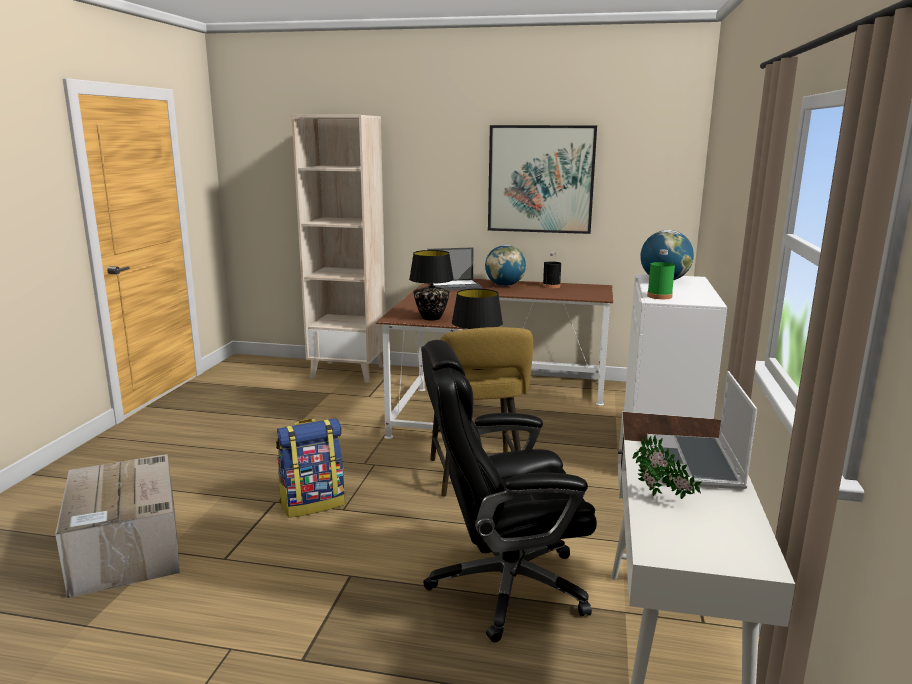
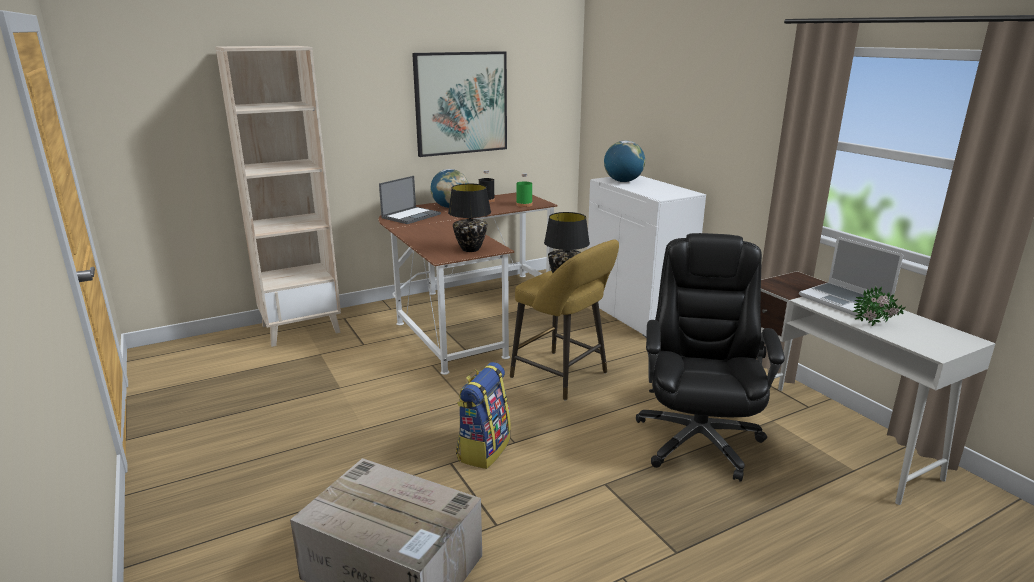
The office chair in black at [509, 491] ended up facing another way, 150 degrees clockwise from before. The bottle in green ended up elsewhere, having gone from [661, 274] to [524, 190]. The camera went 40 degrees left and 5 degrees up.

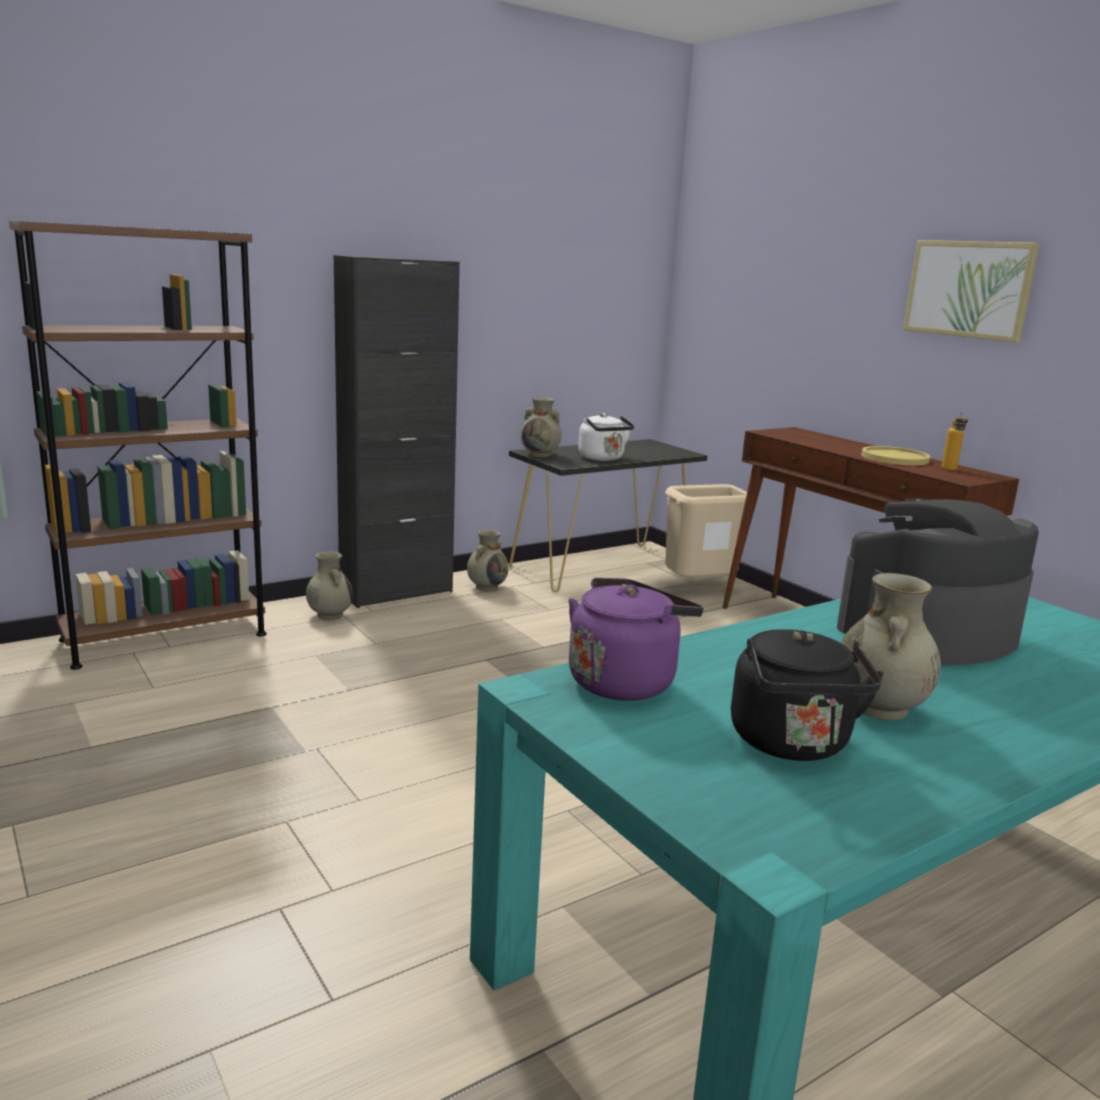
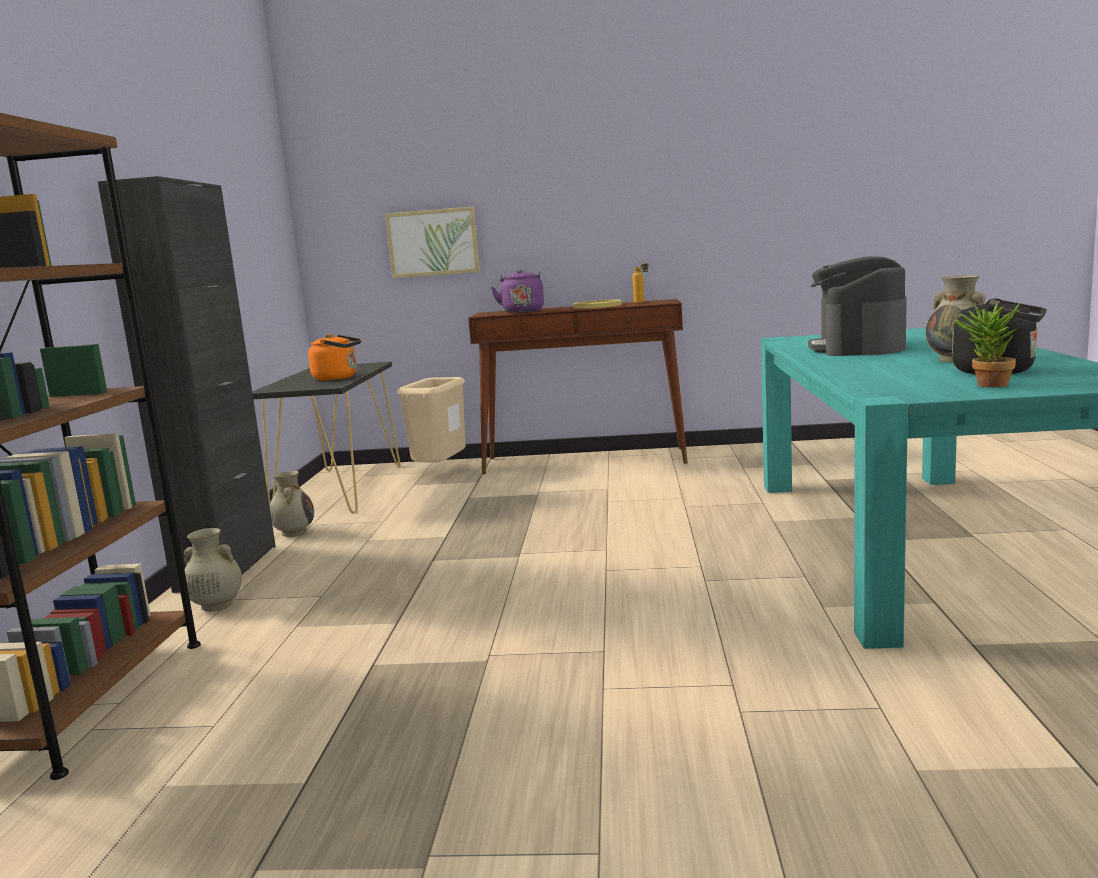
The second view lost the vase in beige at [541, 427]. The kettle in purple ended up elsewhere, having gone from [635, 639] to [517, 291]. What was the kettle in white at [606, 437] turned into the kettle in orange at [334, 357]. The picture ended up elsewhere, having gone from [971, 291] to [432, 242]. The second view gained the potted plant at [986, 345]. The camera went 50 degrees left and 5 degrees down.

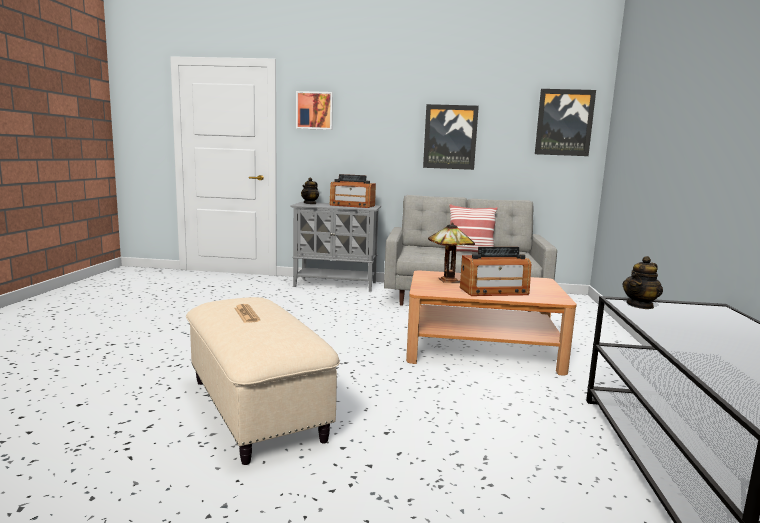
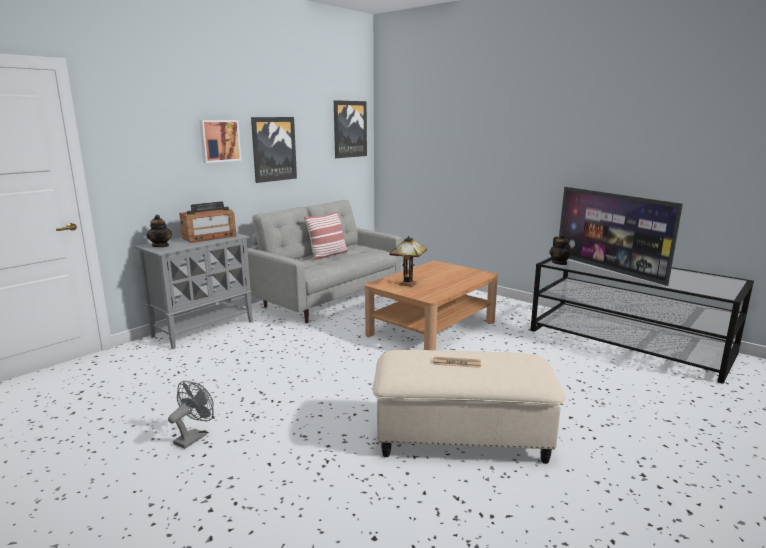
The picture ended up elsewhere, having gone from [314, 110] to [220, 141]. The second view lost the radio at [495, 271]. The second view gained the fan in grey at [191, 415]. The second view gained the television at [621, 236]. The camera went 55 degrees left and 5 degrees up.

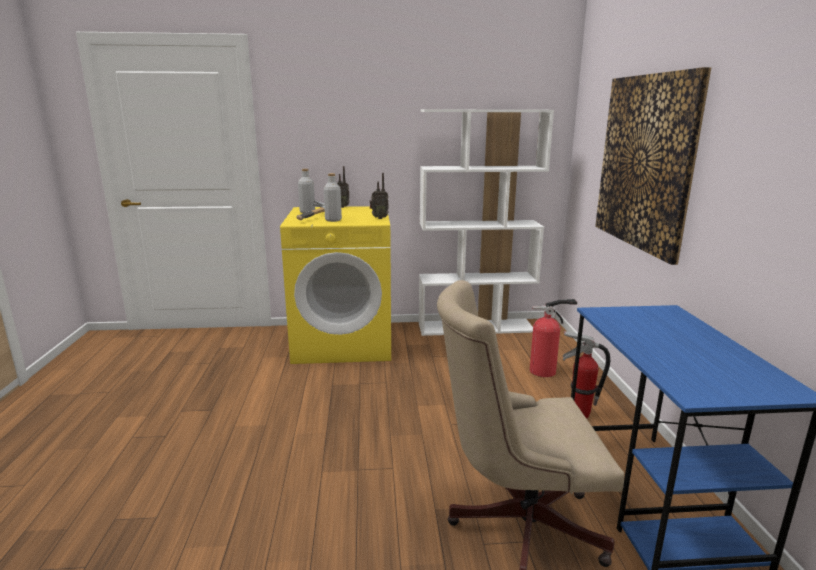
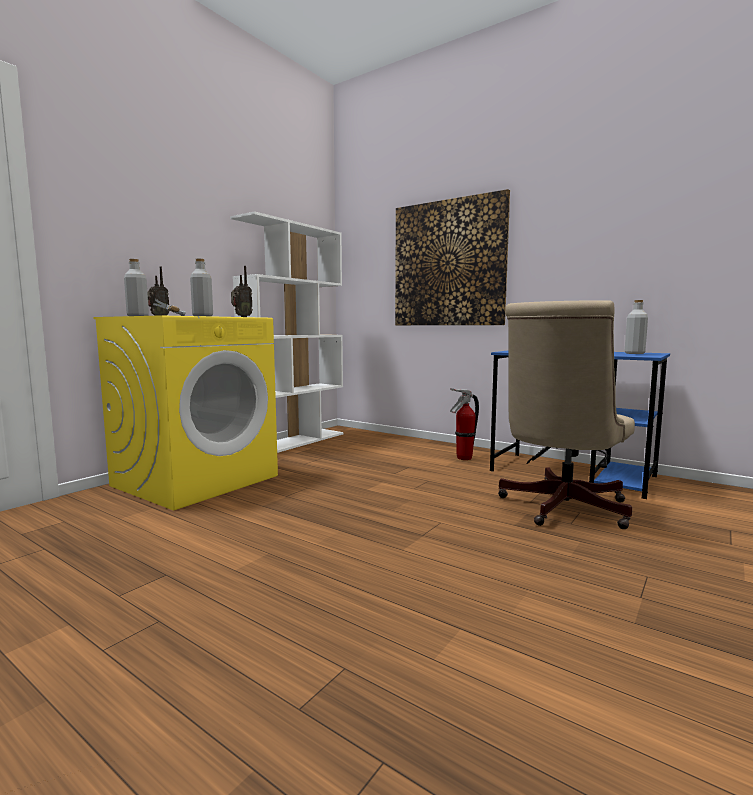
The second view lost the fire extinguisher at [553, 338]. The second view gained the bottle in grey at [636, 327]. The camera went 50 degrees left and 10 degrees down.

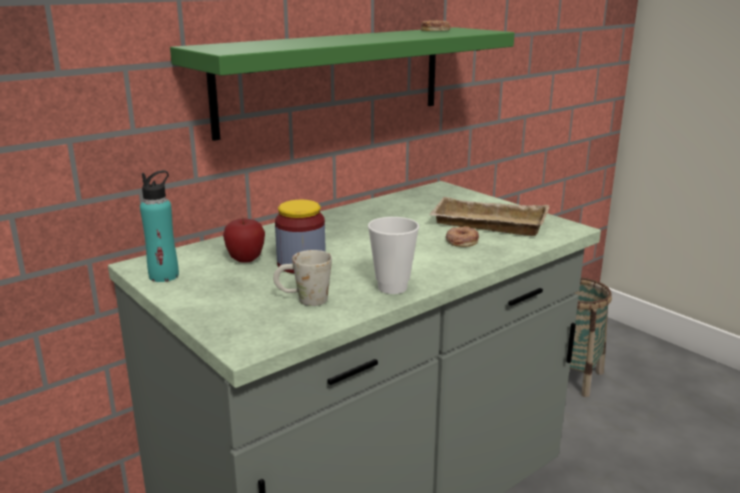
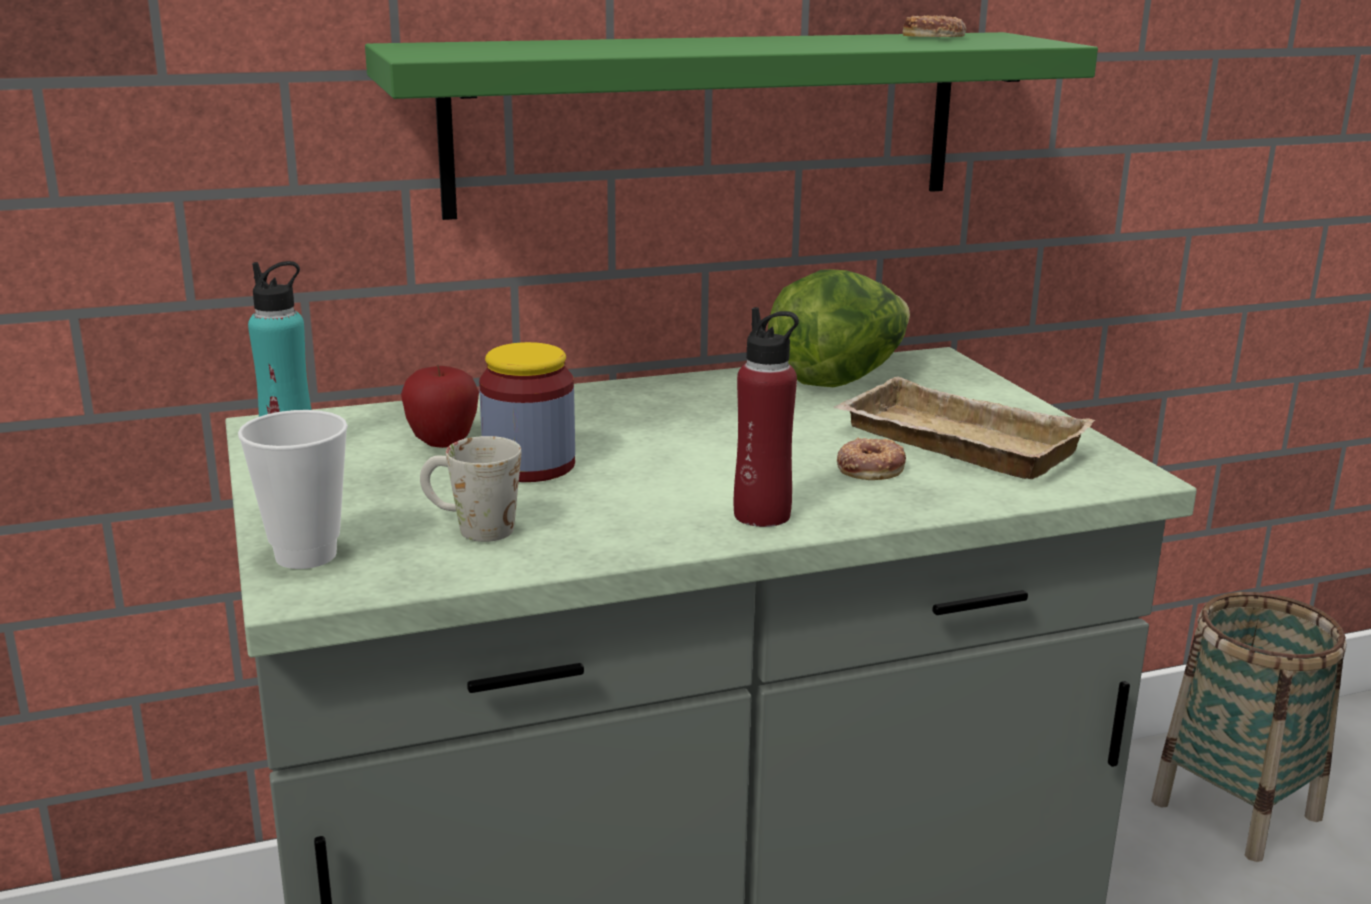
The cup ended up elsewhere, having gone from [393, 255] to [293, 489]. The second view gained the bottle in red at [766, 417]. The second view gained the lettuce at [839, 328]. The camera went 20 degrees right and 0 degrees up.

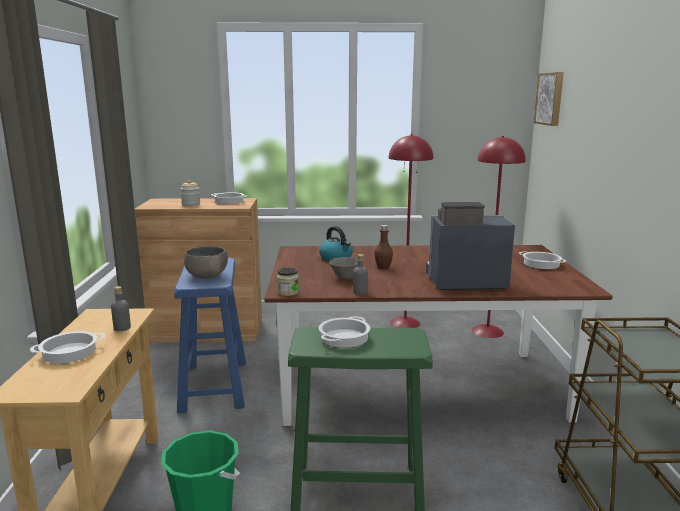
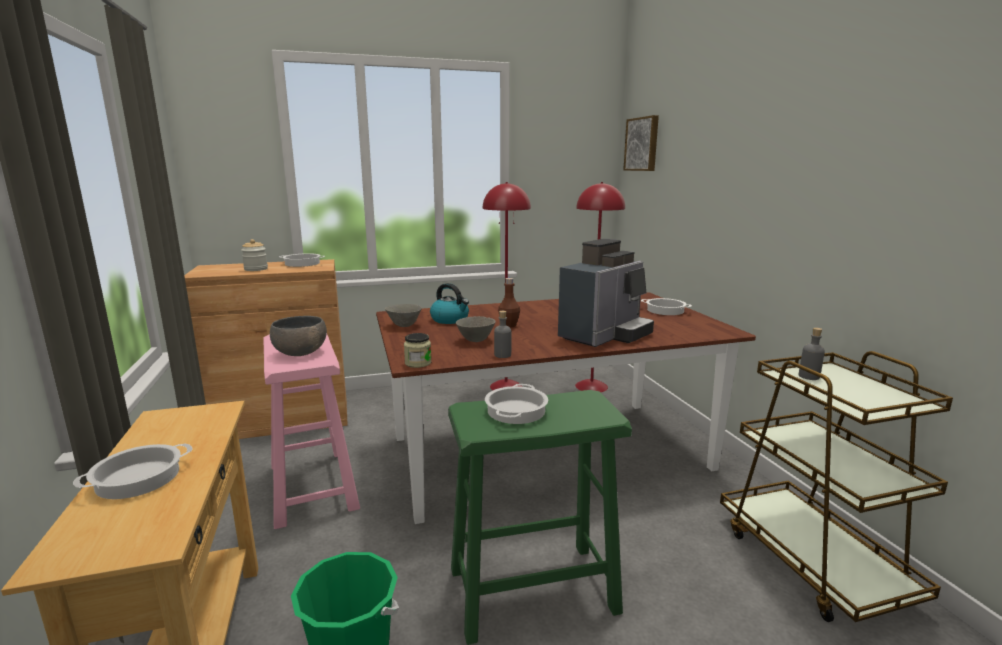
The bottle in grey ended up elsewhere, having gone from [121, 308] to [812, 354]. What was the stool in blue at [210, 335] turned into the stool in pink at [311, 432]. The coffee machine at [470, 246] ended up facing another way, 150 degrees clockwise from before. The second view gained the bowl in grey at [403, 315]. The camera went 15 degrees left and 0 degrees up.

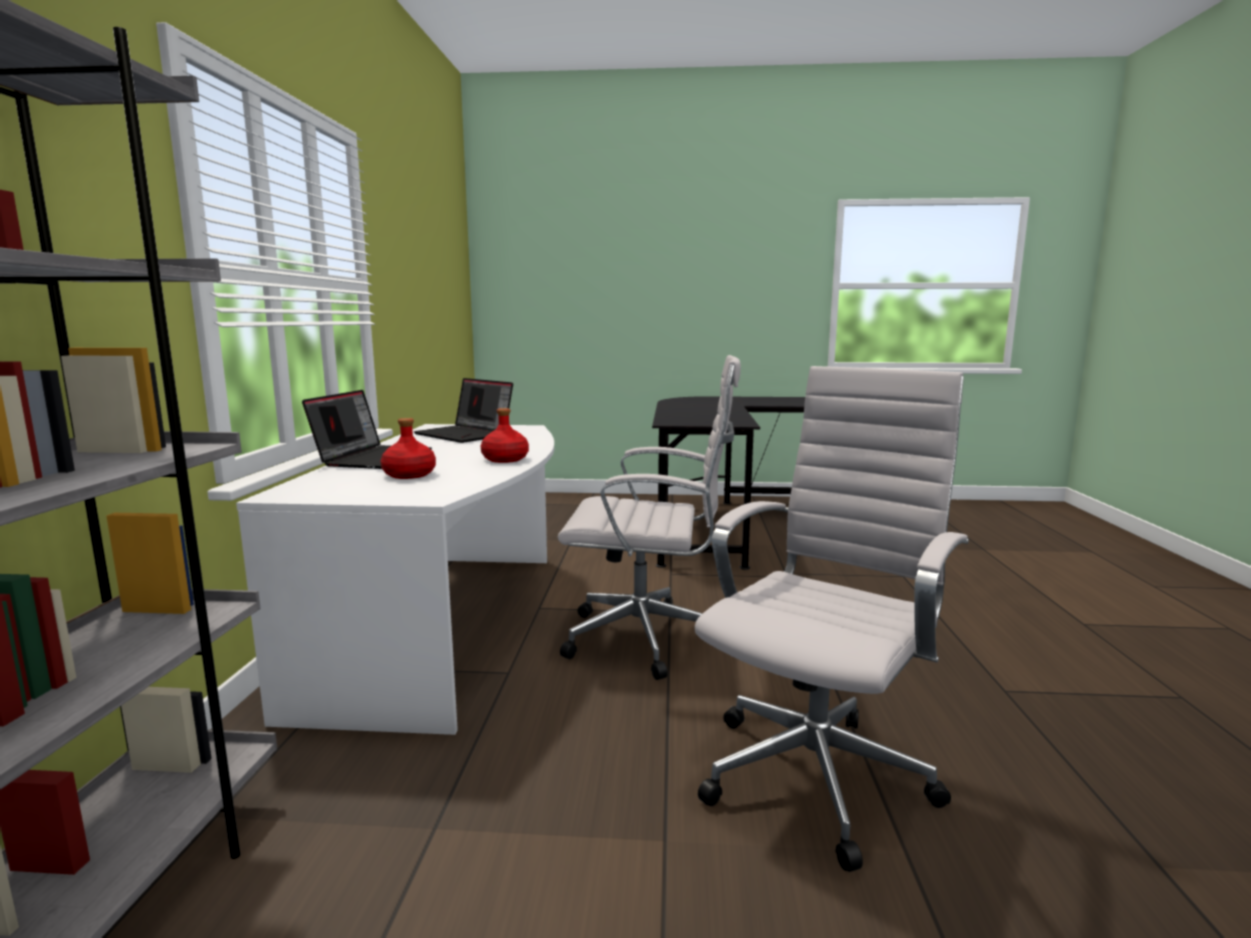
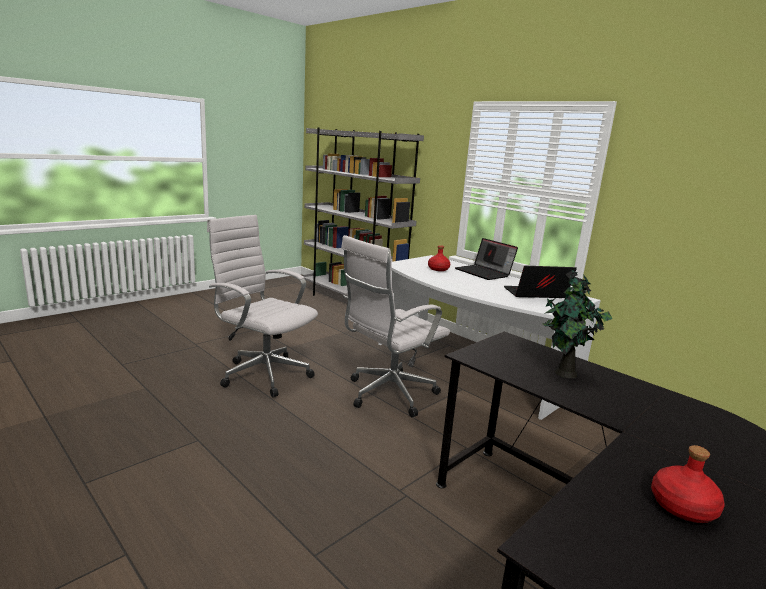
The bottle in red ended up elsewhere, having gone from [505, 435] to [687, 484]. The office chair in white at [832, 619] ended up facing another way, 135 degrees clockwise from before. The second view gained the potted plant at [577, 324]. The camera went 130 degrees right and 5 degrees up.

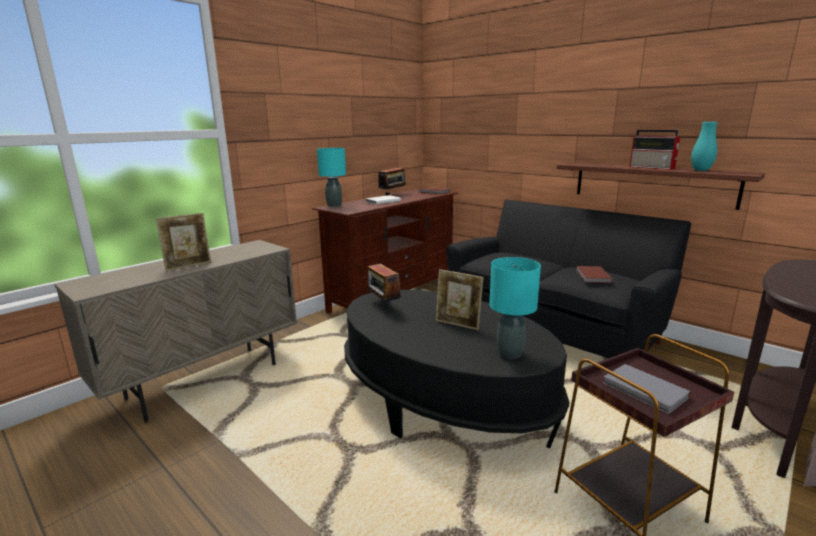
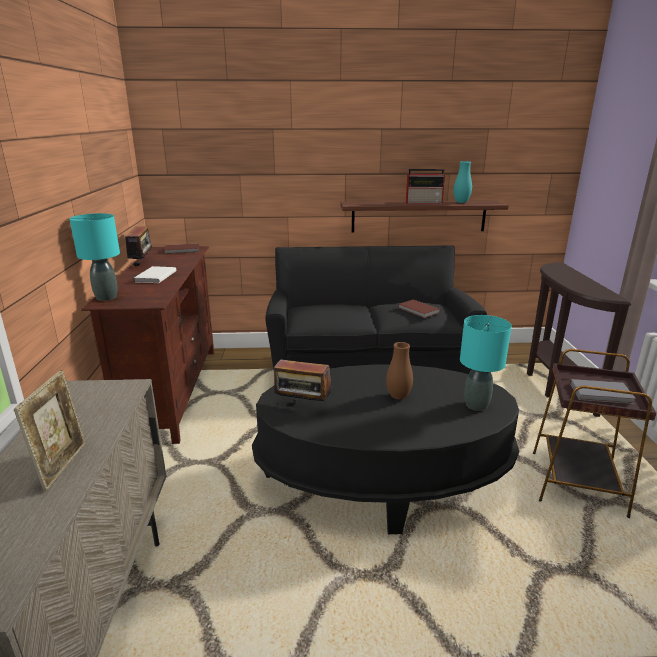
Where the picture frame stood at [459, 299], the vase in brown came to stand at [399, 370]. The camera went 45 degrees left and 5 degrees up.

